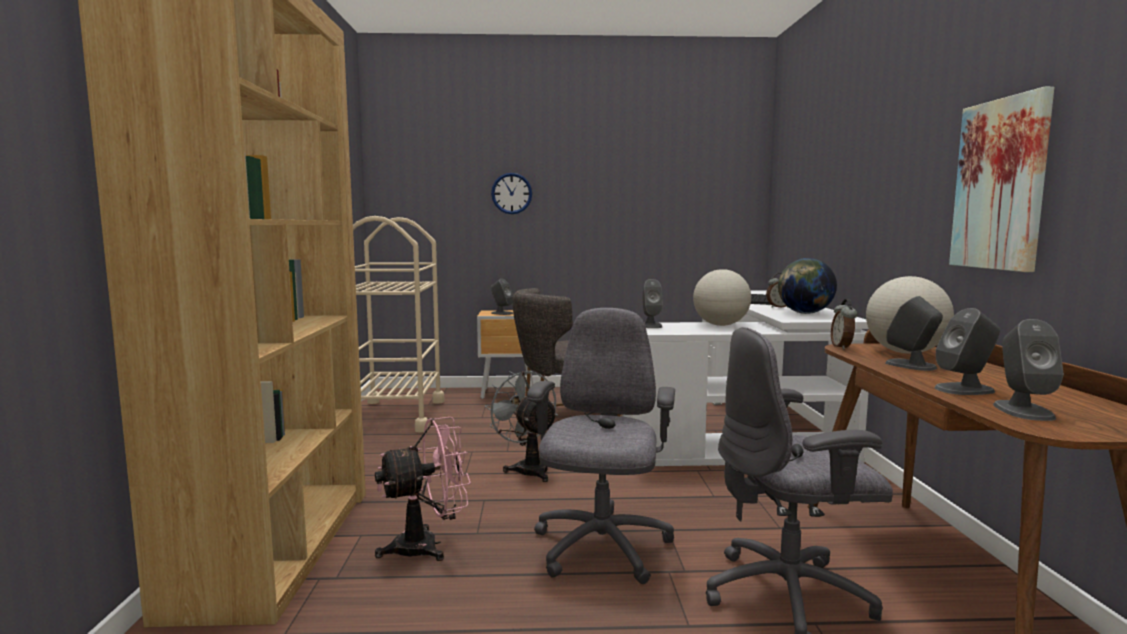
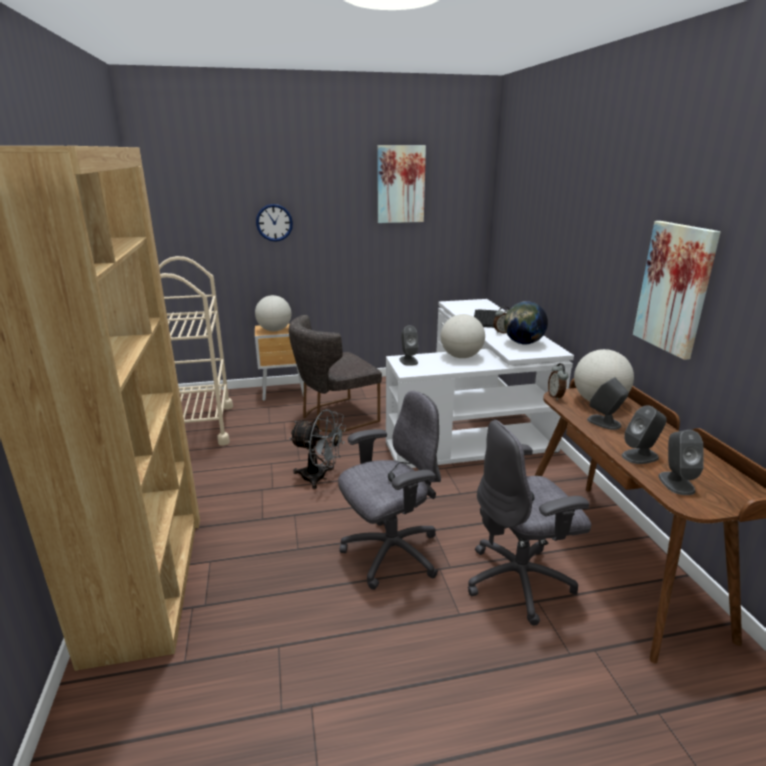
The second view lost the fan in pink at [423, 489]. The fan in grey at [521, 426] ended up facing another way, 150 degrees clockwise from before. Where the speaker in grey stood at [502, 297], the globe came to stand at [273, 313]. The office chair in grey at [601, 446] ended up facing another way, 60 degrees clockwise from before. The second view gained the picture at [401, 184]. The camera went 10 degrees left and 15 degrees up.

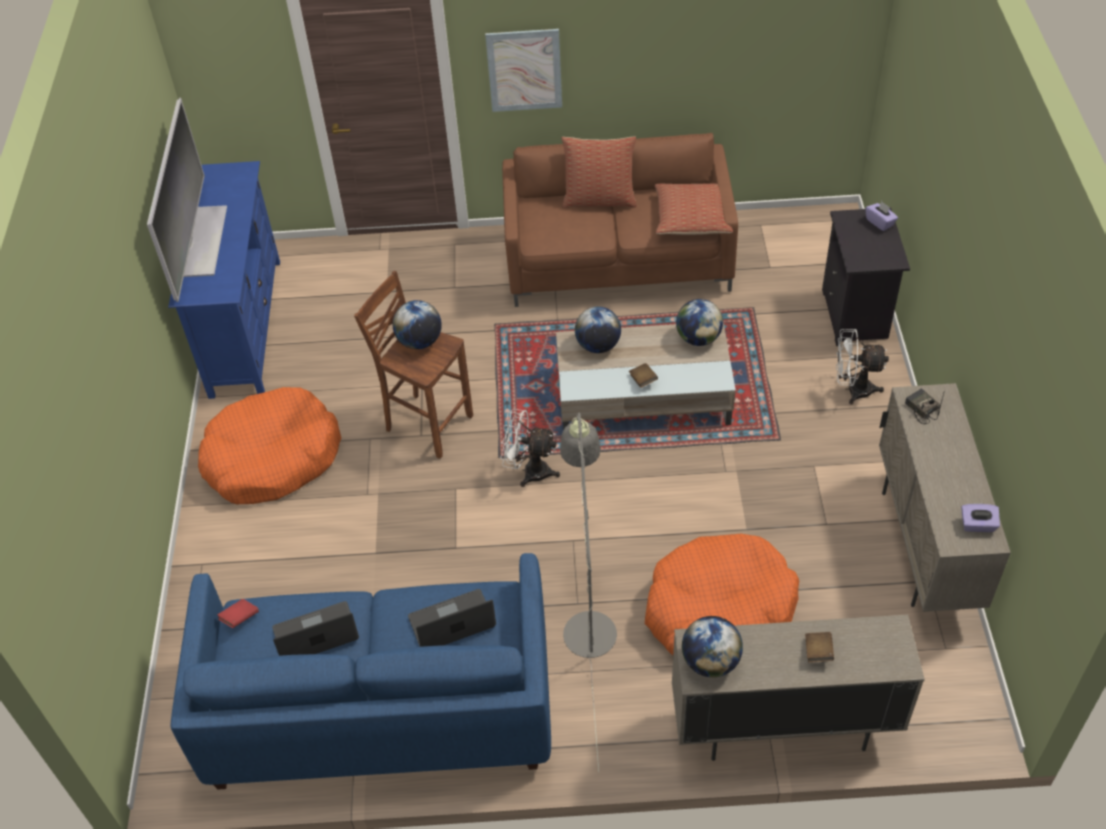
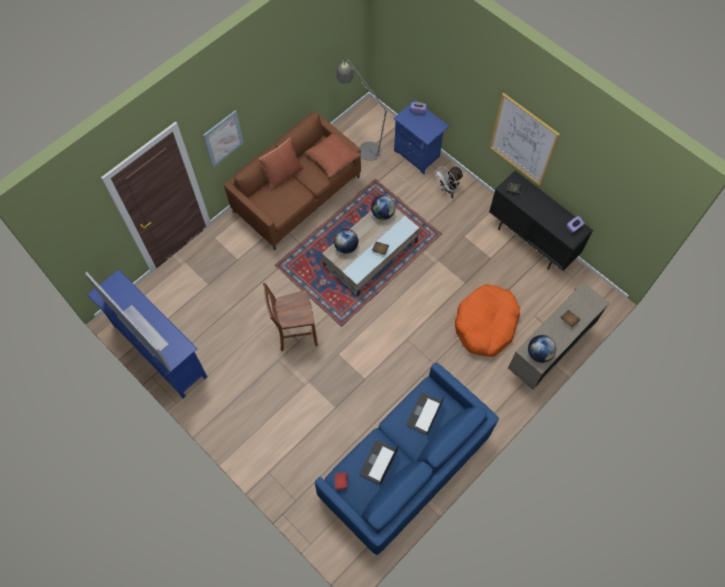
The second view lost the dog bed in orange at [269, 445]. The second view lost the globe at [417, 324]. The second view lost the fan in white at [530, 448]. The floor lamp in grey ended up elsewhere, having gone from [588, 592] to [375, 123]. What was the nightstand in black at [866, 276] turned into the nightstand in blue at [421, 137]. What was the cabinet in beige at [945, 497] turned into the cabinet in black at [541, 221]. The second view gained the picture at [525, 139]. The camera went 45 degrees left and 15 degrees up.

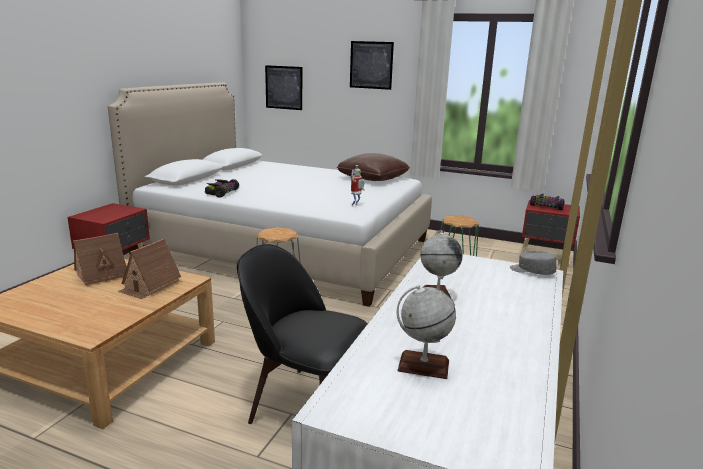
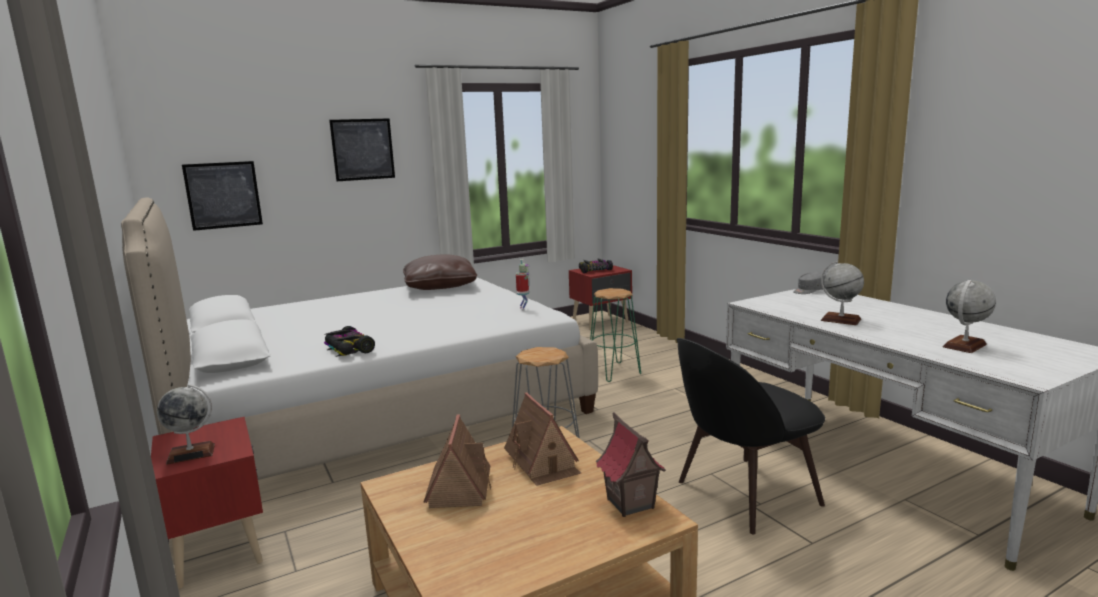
The second view gained the globe at [186, 424]. The second view gained the toy house at [631, 464]. The camera went 50 degrees left and 5 degrees down.

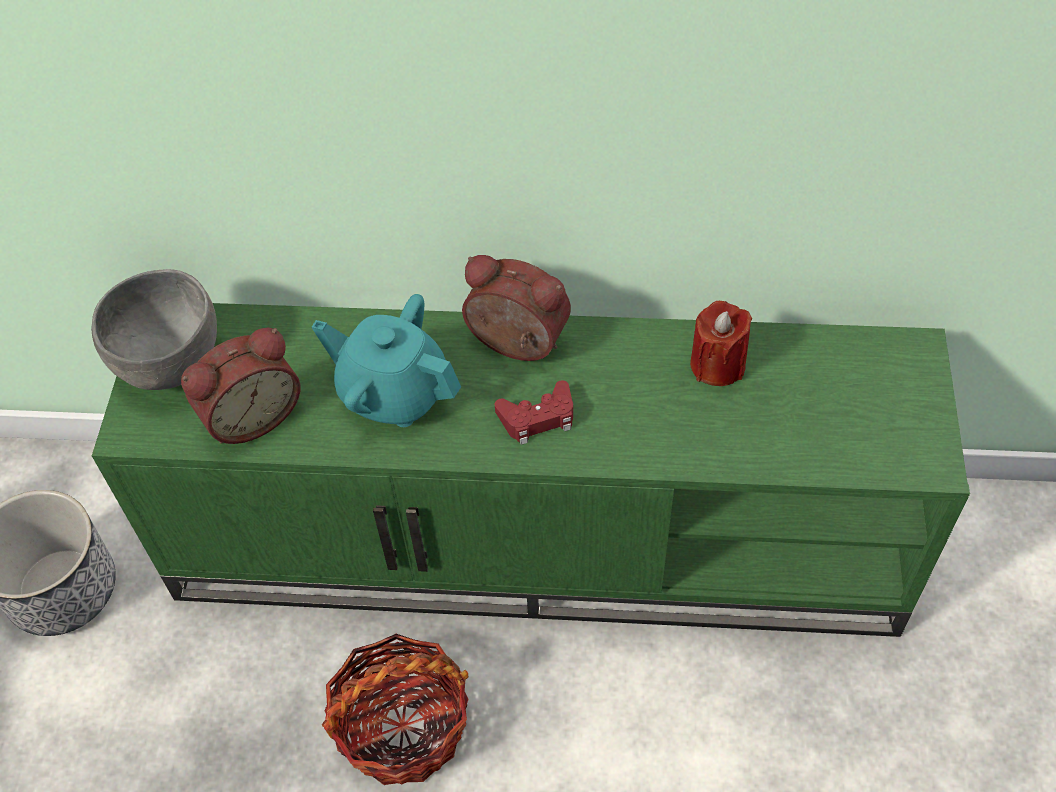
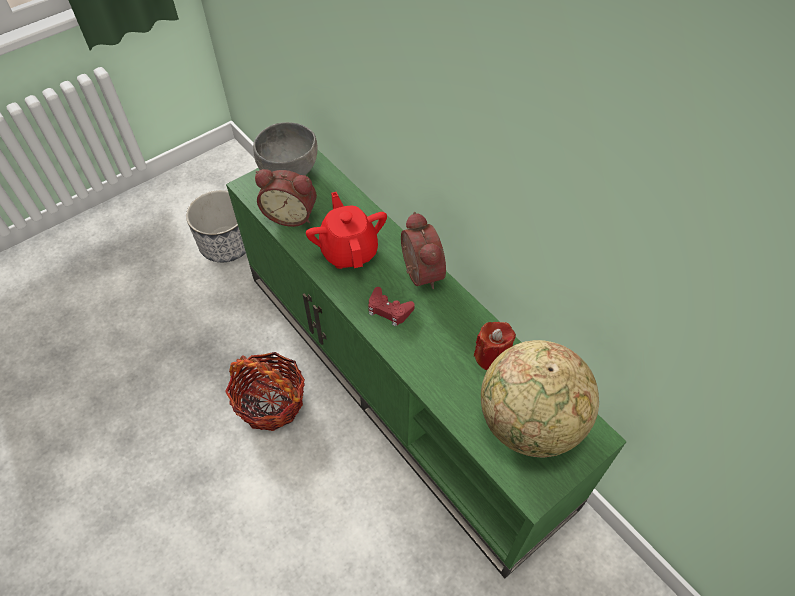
What was the teapot in turquoise at [386, 360] turned into the teapot in red at [346, 230]. The second view gained the globe at [540, 398]. The camera went 45 degrees right and 0 degrees up.

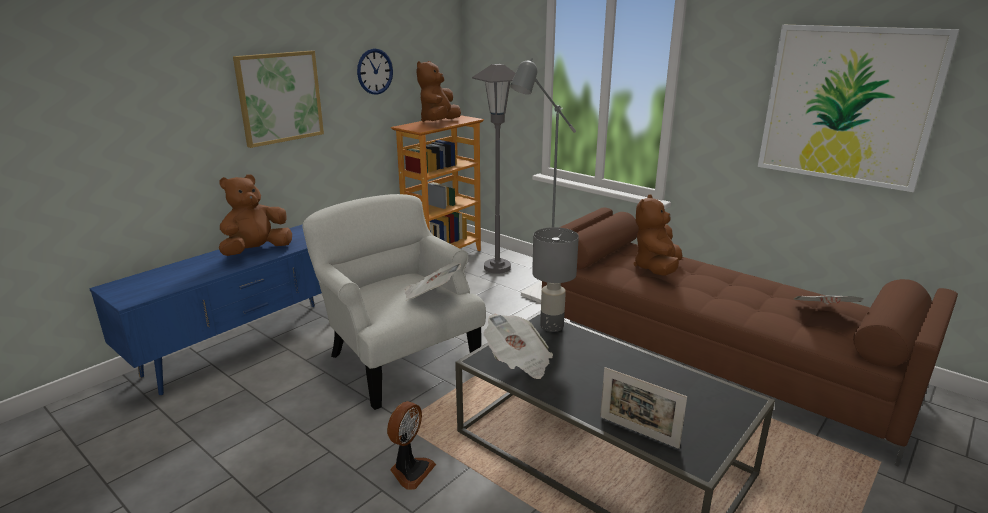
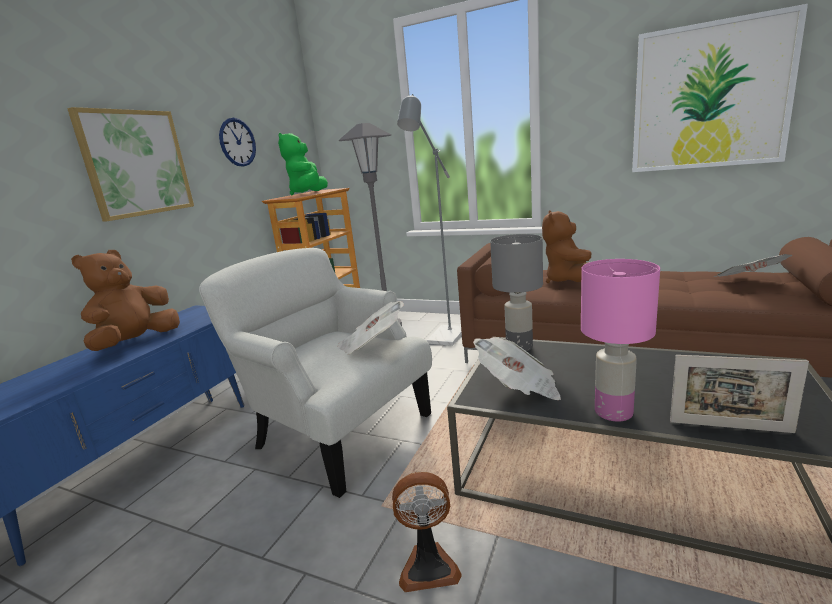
The fan at [411, 445] ended up facing another way, 75 degrees clockwise from before. What was the plush toy in brown at [439, 91] turned into the plush toy in green at [303, 164]. The second view gained the table lamp in pink at [620, 340]. The camera went 15 degrees left and 5 degrees down.

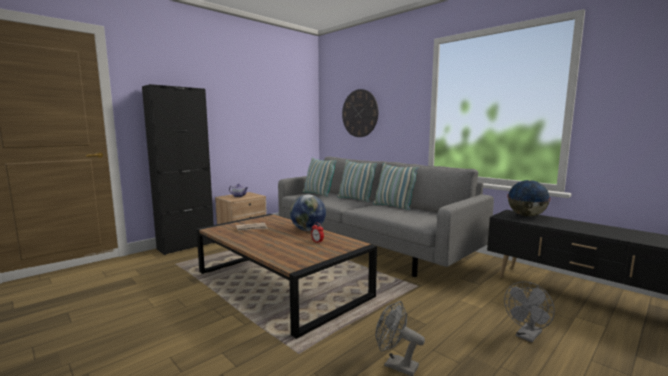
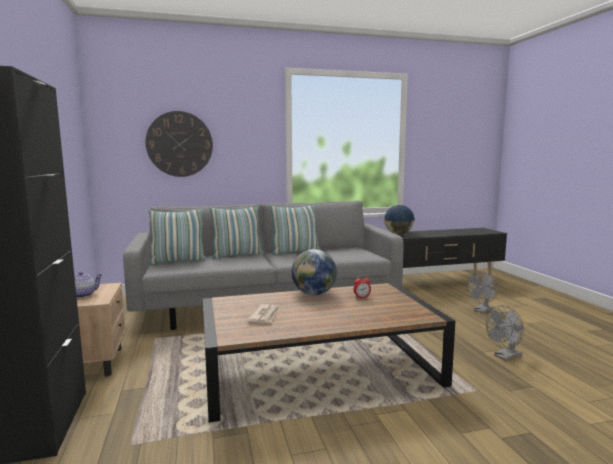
The fan in grey at [529, 312] ended up facing another way, 60 degrees clockwise from before. The camera went 60 degrees left and 0 degrees up.

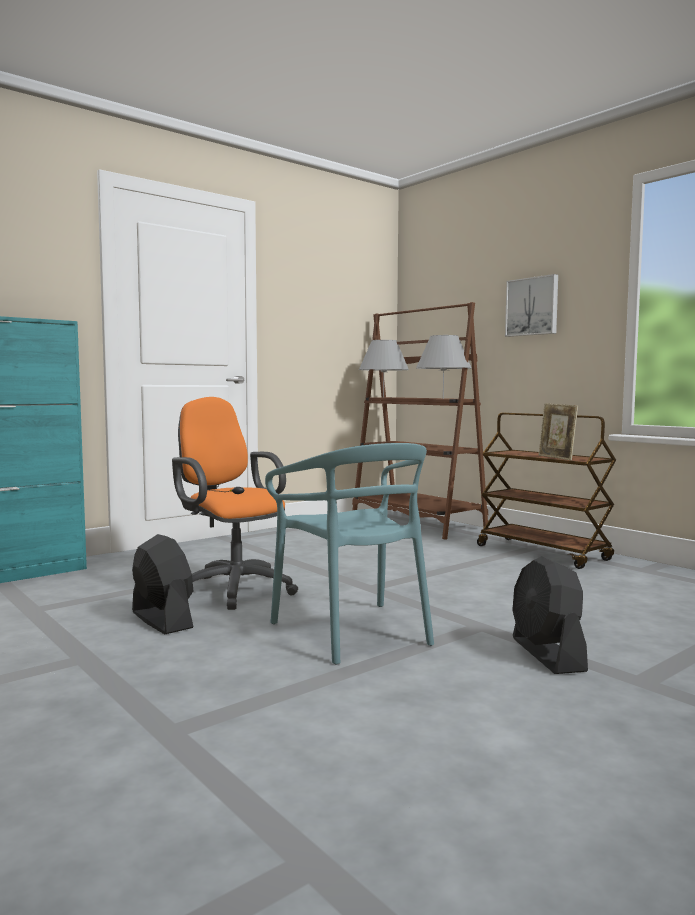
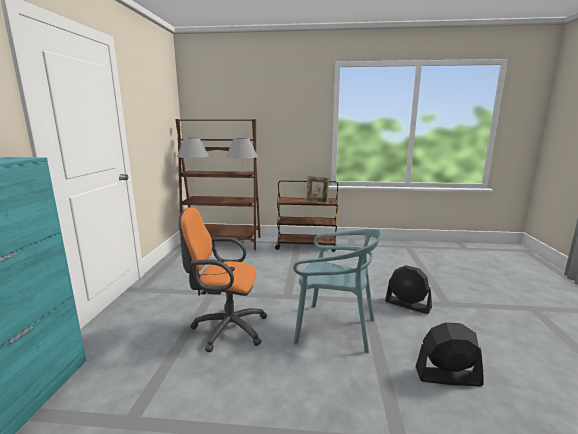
The fan in black ended up elsewhere, having gone from [163, 584] to [449, 354]. The second view lost the picture at [531, 305]. The camera went 45 degrees left and 10 degrees up.

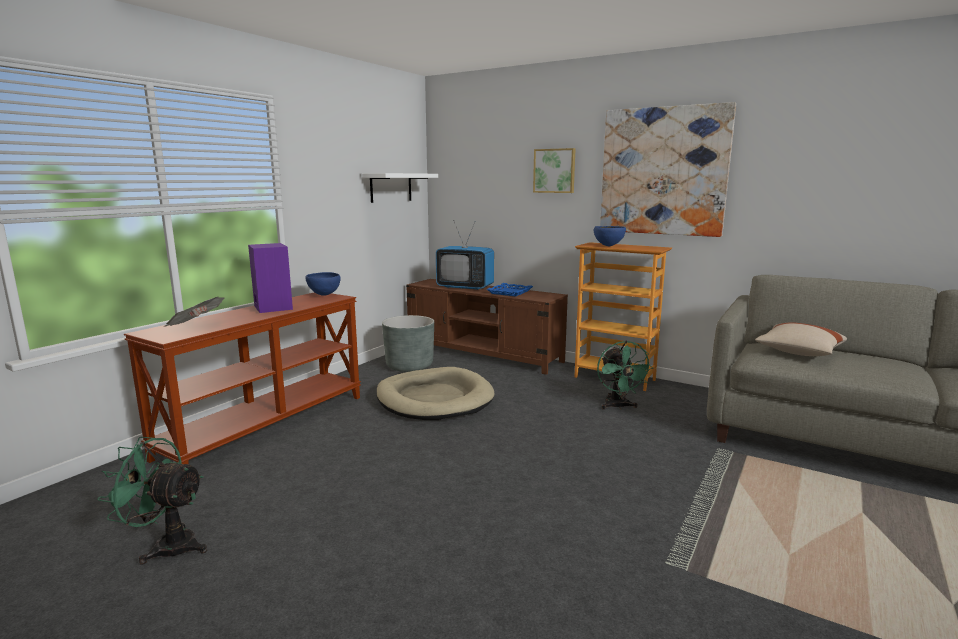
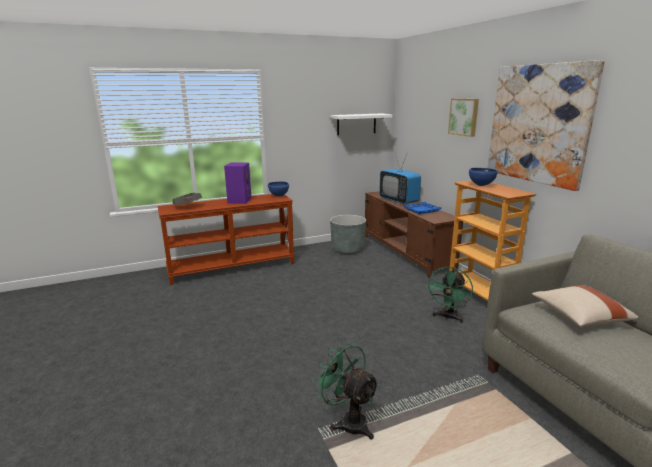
The fan in green ended up elsewhere, having gone from [152, 500] to [346, 390]. The second view lost the dog bed in beige at [435, 393]. The camera went 35 degrees right and 5 degrees up.

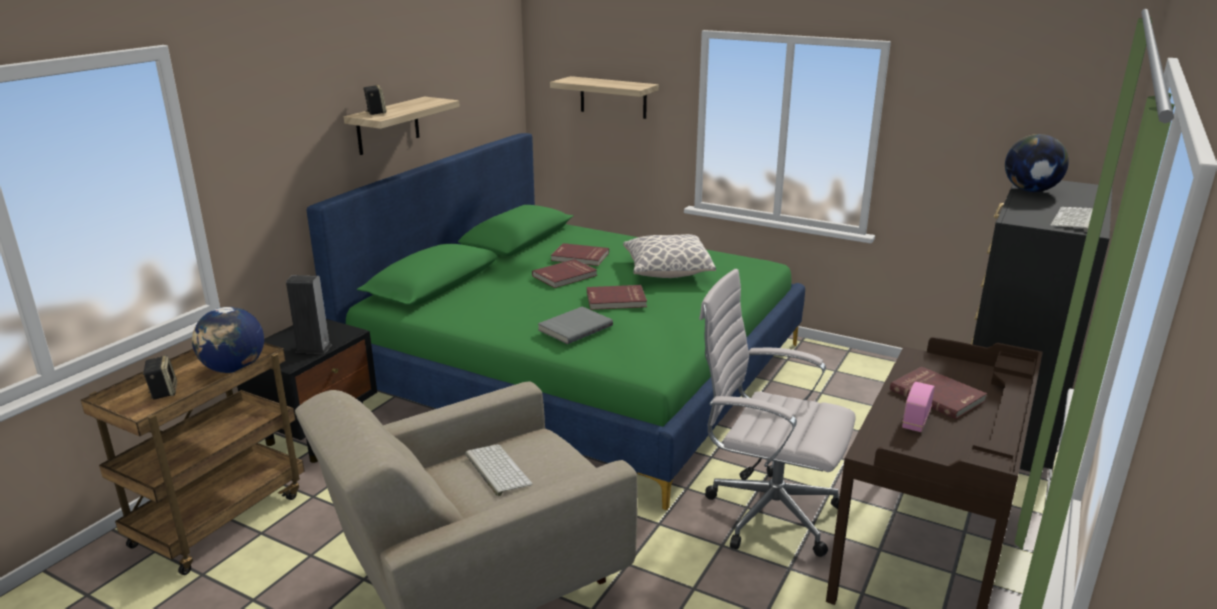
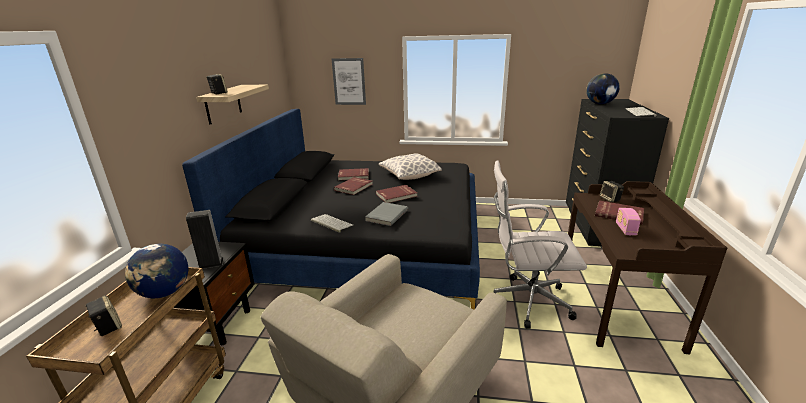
What was the bed in green at [555, 321] turned into the bed in black at [331, 209]. The keyboard ended up elsewhere, having gone from [499, 470] to [332, 223]. Where the shelf hung at [604, 97], the picture came to hang at [349, 81]. The second view gained the speaker at [612, 191]. The camera went 20 degrees left and 0 degrees up.

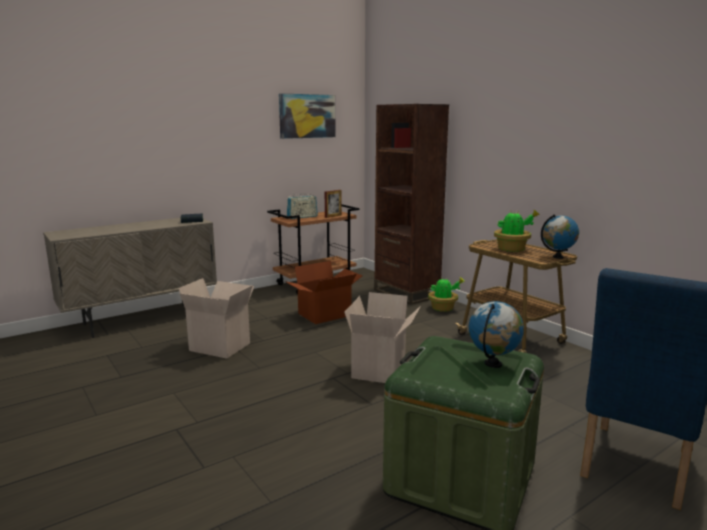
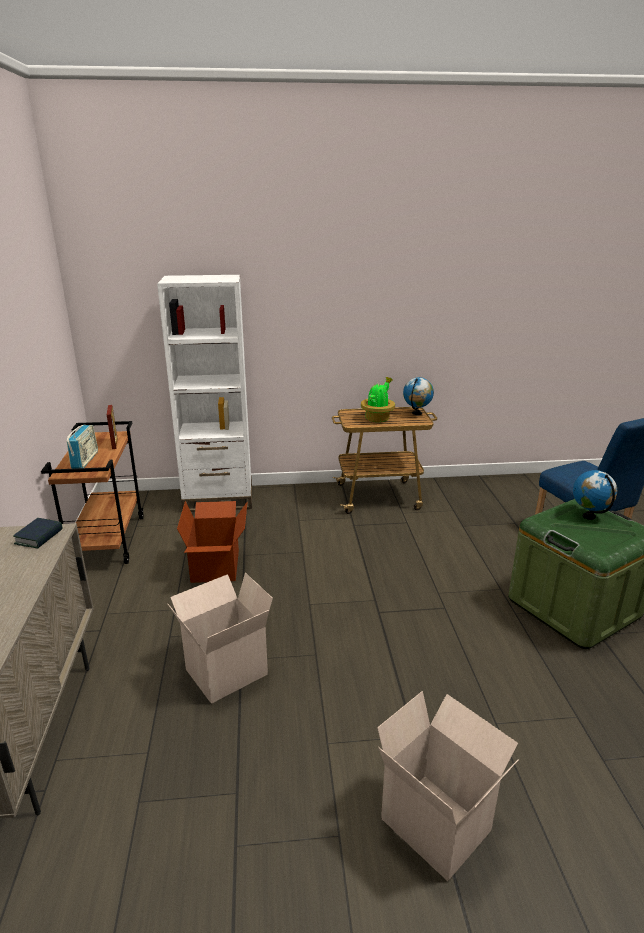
The second view lost the picture at [307, 116]. The cardboard box ended up elsewhere, having gone from [382, 337] to [448, 786]. What was the bookcase in brown at [411, 204] turned into the bookcase in white at [204, 393]. The second view lost the potted plant at [446, 294]. The camera went 60 degrees left and 10 degrees up.

